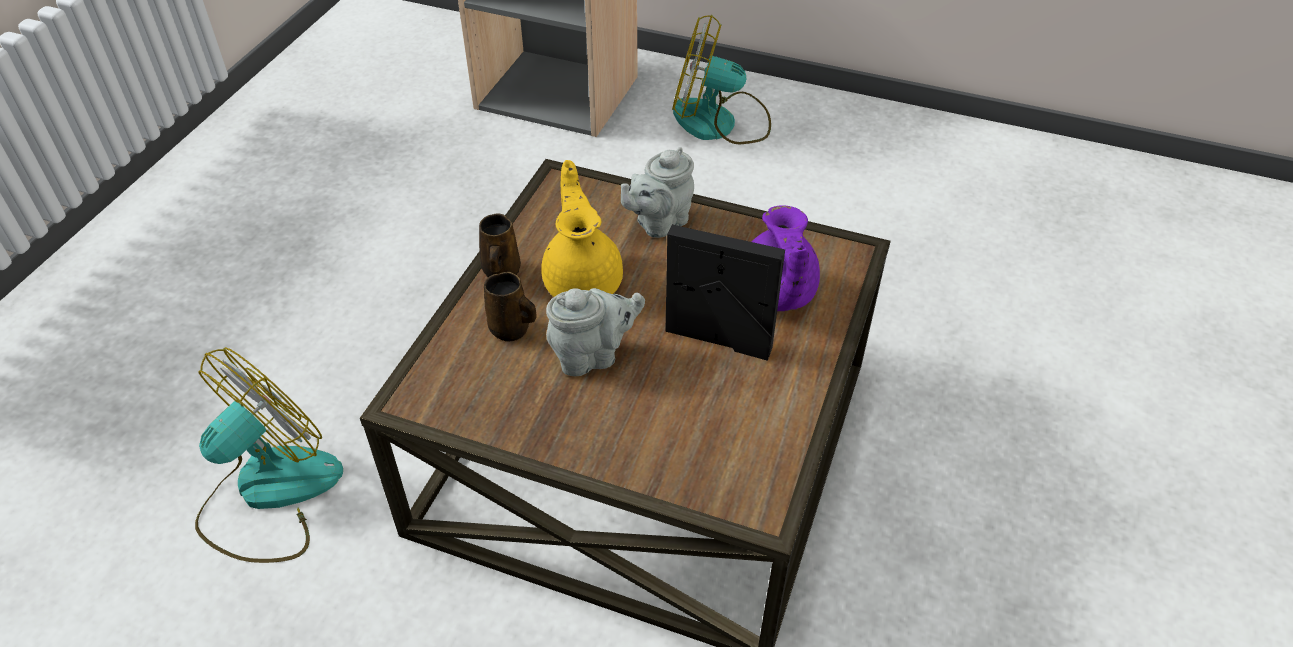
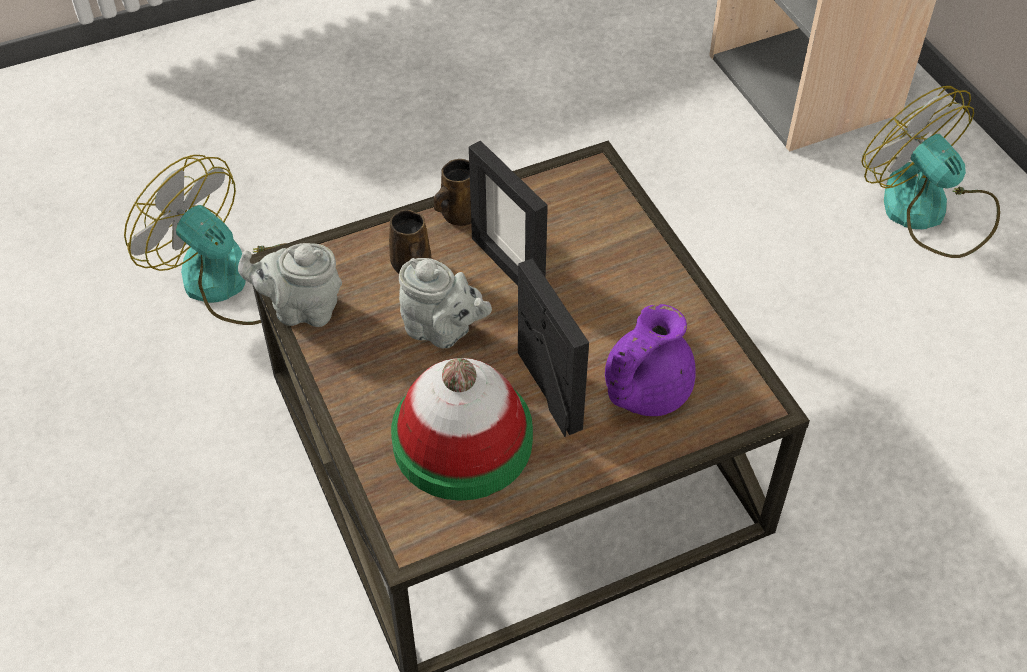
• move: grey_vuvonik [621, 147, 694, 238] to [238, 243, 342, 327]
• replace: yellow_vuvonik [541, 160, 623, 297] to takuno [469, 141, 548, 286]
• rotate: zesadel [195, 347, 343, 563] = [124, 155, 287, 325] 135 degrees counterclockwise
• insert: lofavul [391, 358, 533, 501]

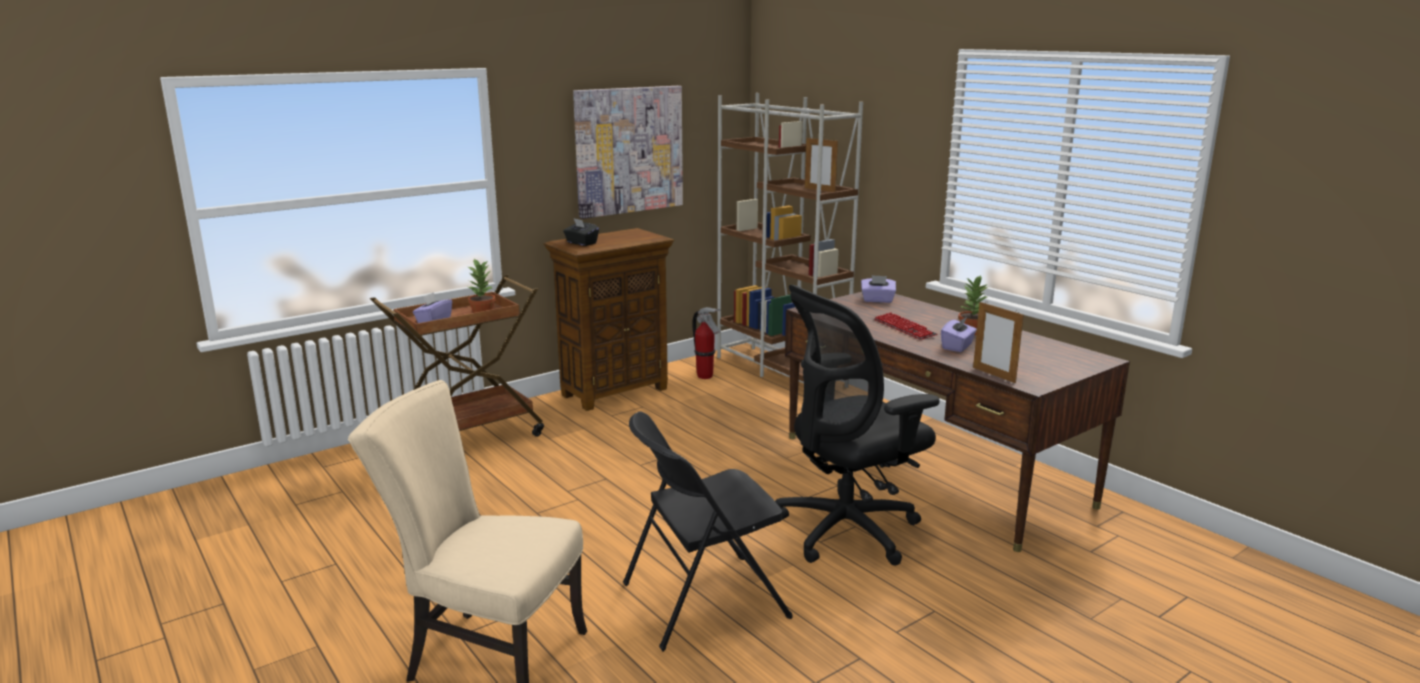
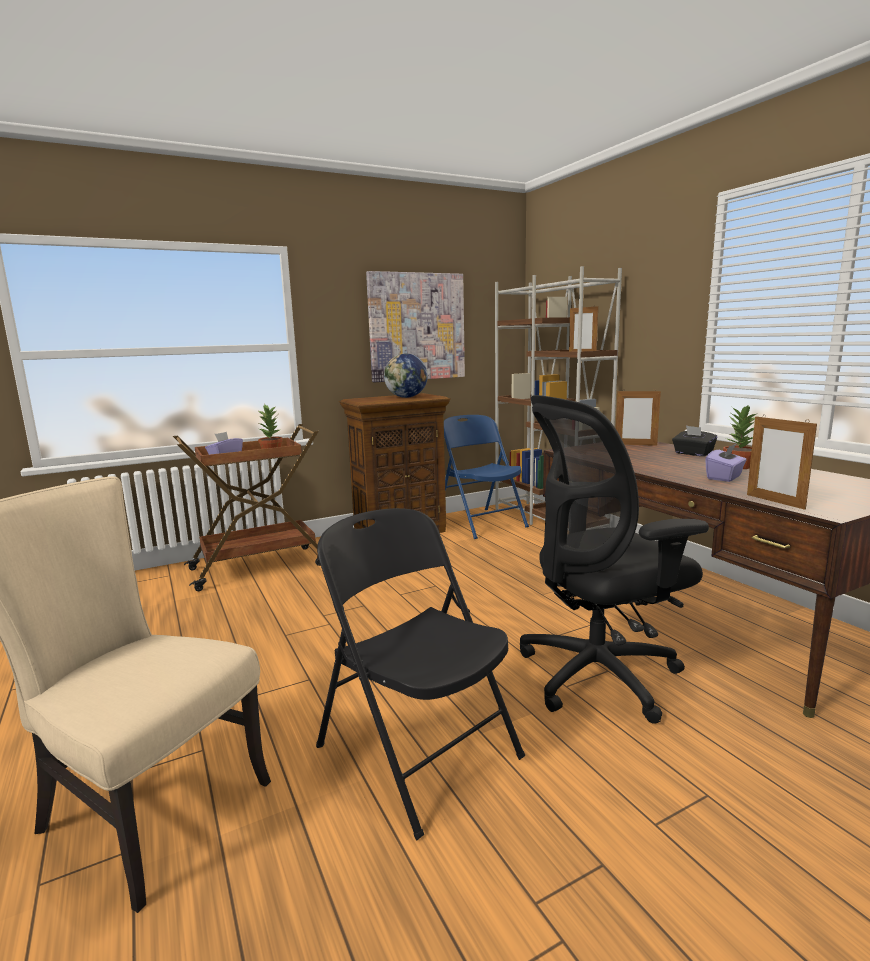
• move: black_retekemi [563, 218, 599, 246] to [672, 426, 717, 456]
• replace: purple_retekemi [861, 275, 896, 303] to takuno [616, 389, 661, 446]
• replace: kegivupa [692, 307, 721, 379] to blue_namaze [444, 415, 529, 539]
• delete: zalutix [874, 312, 937, 340]
• rotate: black_namaze [623, 412, 793, 652] = [316, 508, 525, 841] 60 degrees clockwise
• insert: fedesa [384, 353, 428, 398]

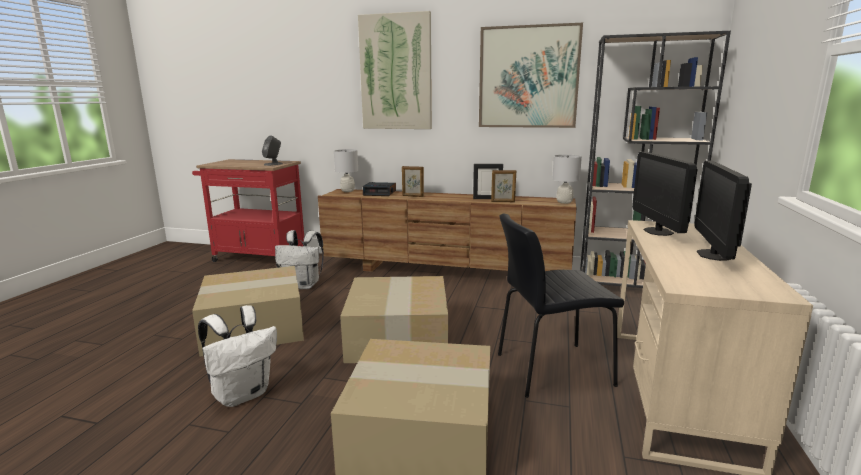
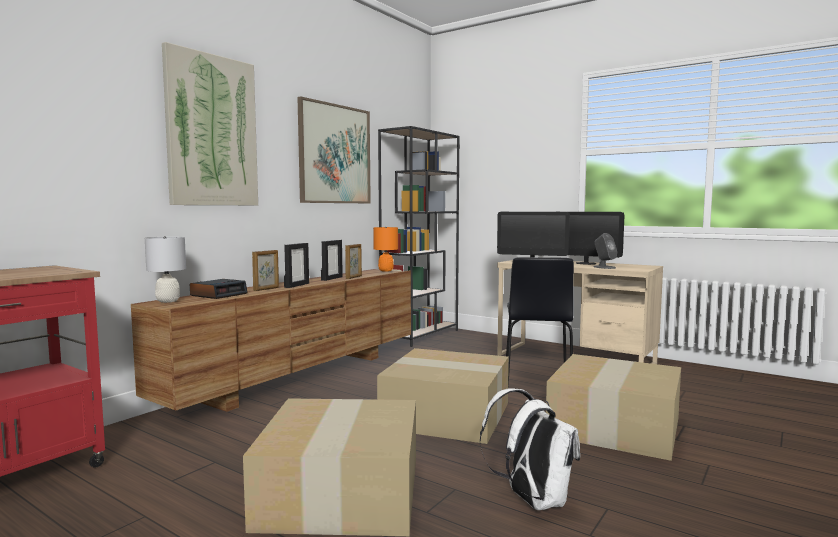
• move: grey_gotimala [262, 135, 283, 166] to [593, 233, 617, 269]
• recolor: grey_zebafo [552, 155, 582, 204] to orange_zebafo [373, 227, 398, 272]
• delete: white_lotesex [275, 230, 324, 289]
• insert: takuno [284, 243, 309, 288]

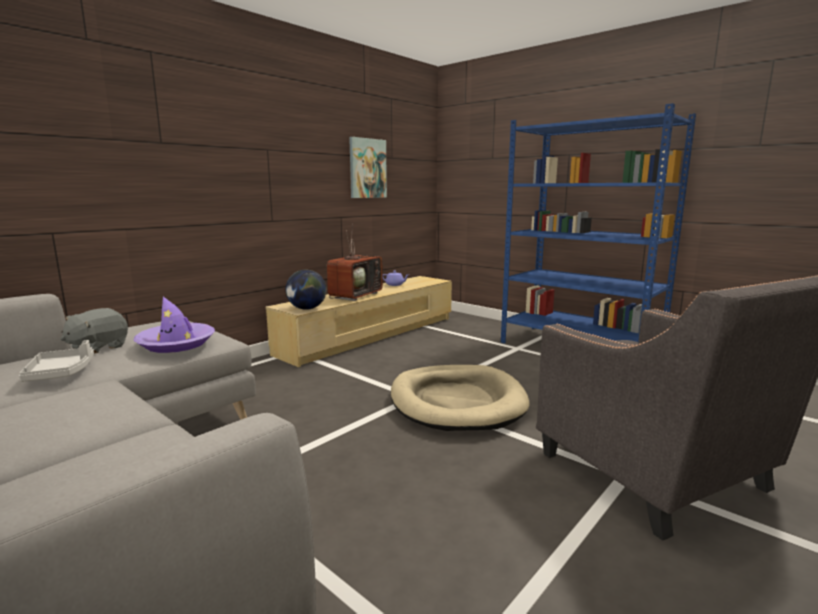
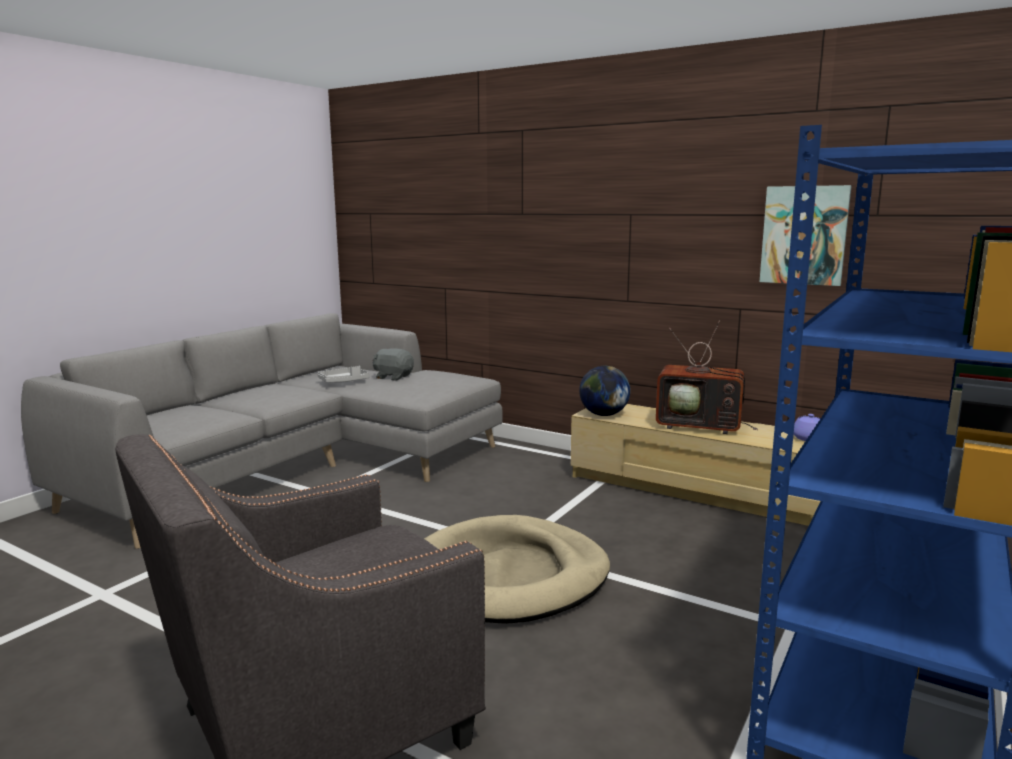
• delete: purple_lofavul [133, 297, 215, 353]

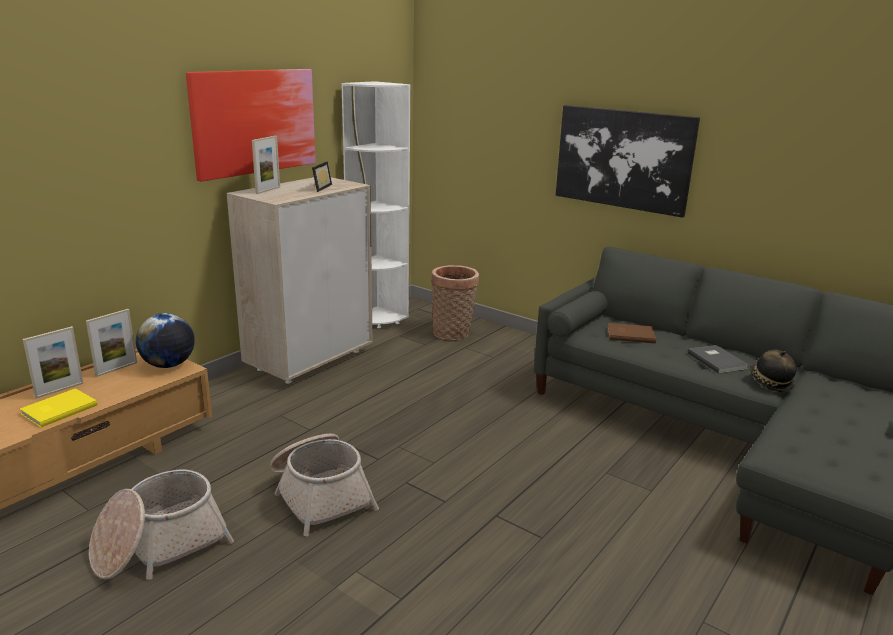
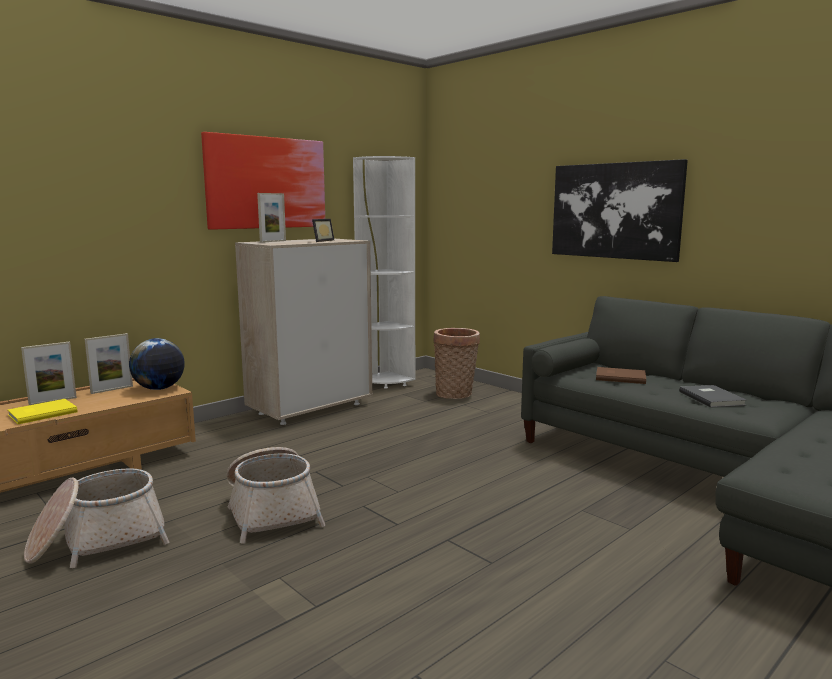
• delete: lofavul [750, 350, 797, 392]

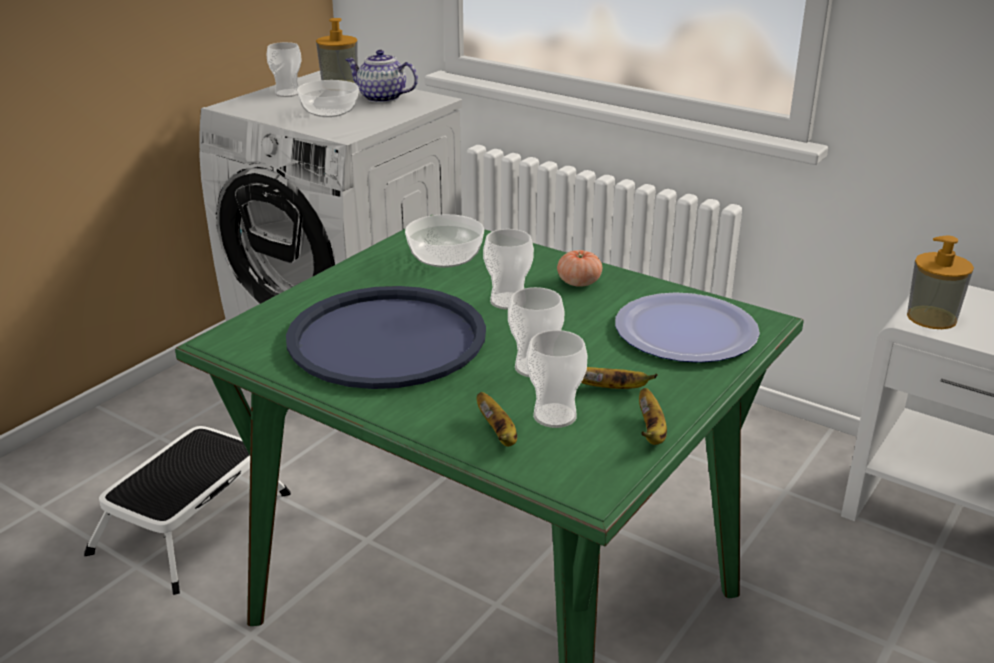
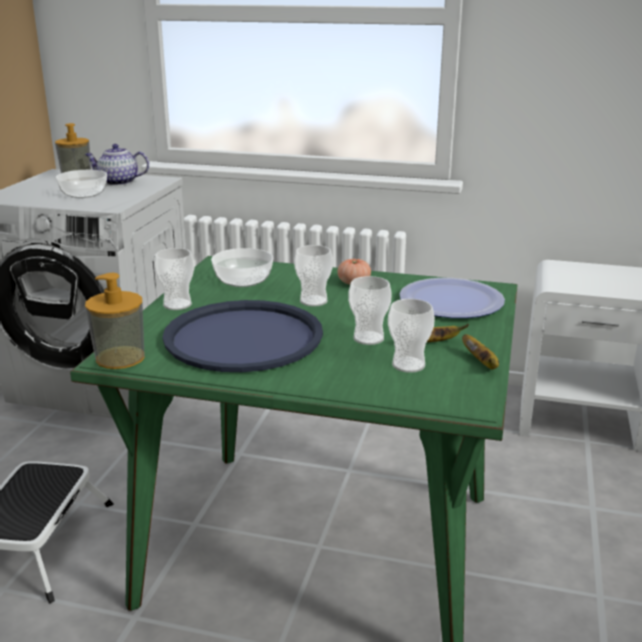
• move: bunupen [266, 42, 302, 97] to [154, 248, 194, 310]
• move: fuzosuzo [907, 236, 974, 329] to [85, 273, 145, 369]
• delete: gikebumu [477, 392, 517, 447]

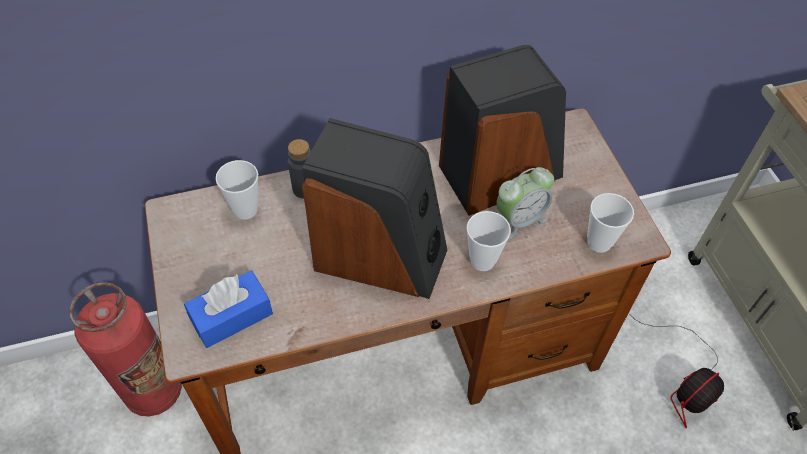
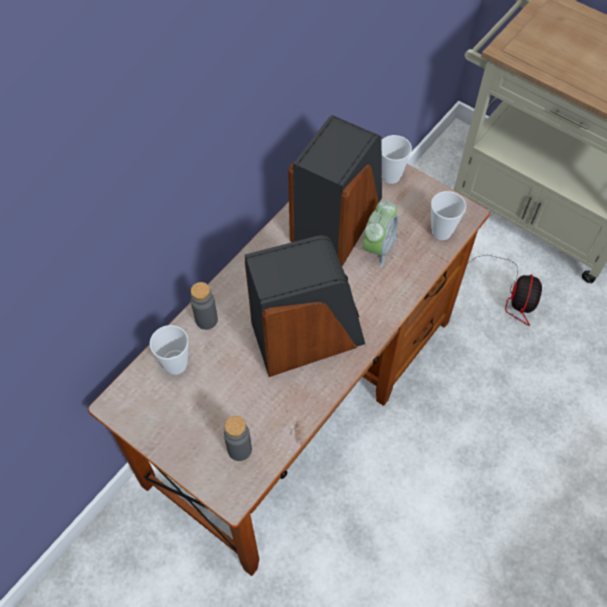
• move: bunupen [467, 211, 511, 271] to [382, 135, 412, 184]
• replace: blue_retekemi [184, 271, 273, 348] to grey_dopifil [224, 416, 252, 461]
• delete: kegivupa [69, 282, 182, 417]

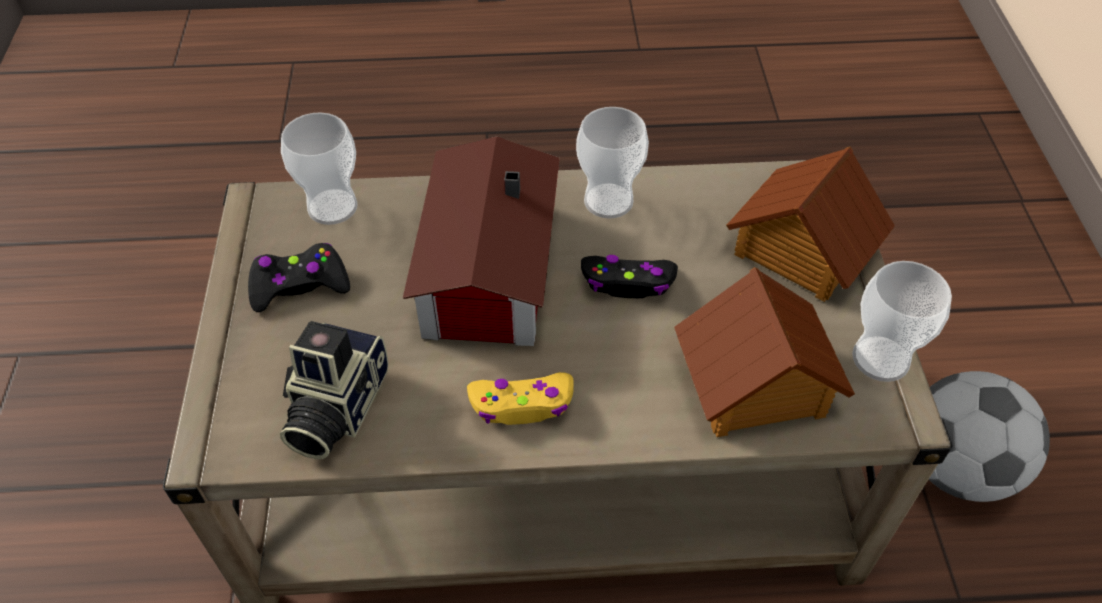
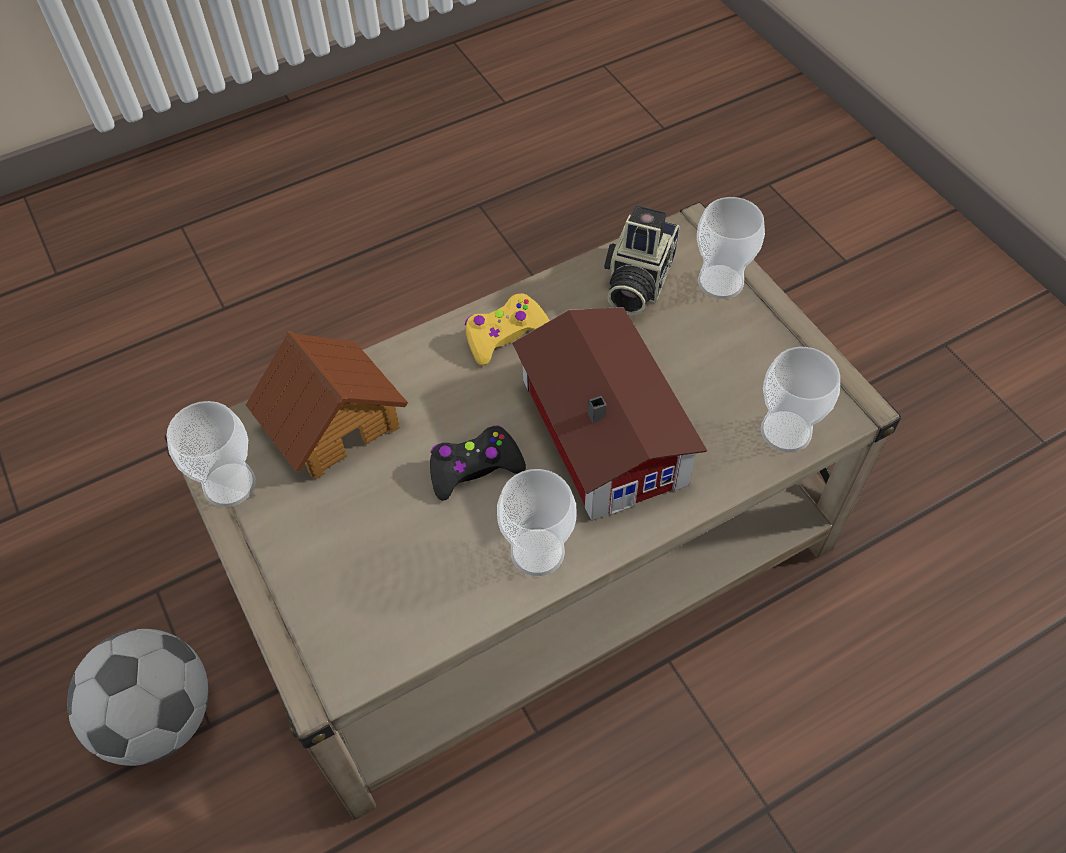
• delete: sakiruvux [726, 147, 895, 302]
• delete: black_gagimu [248, 243, 350, 312]
• rotate: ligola [280, 321, 389, 459] = [604, 205, 679, 315] 150 degrees counterclockwise
• insert: bunupen [697, 197, 765, 299]

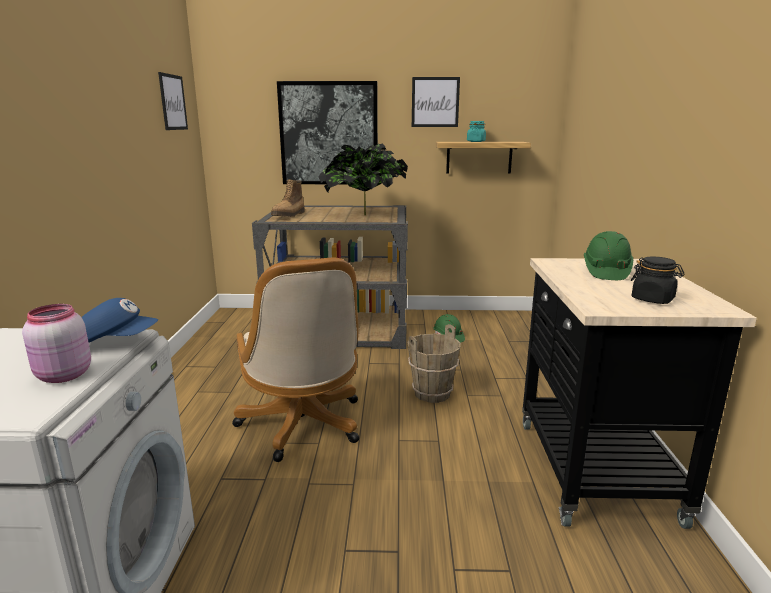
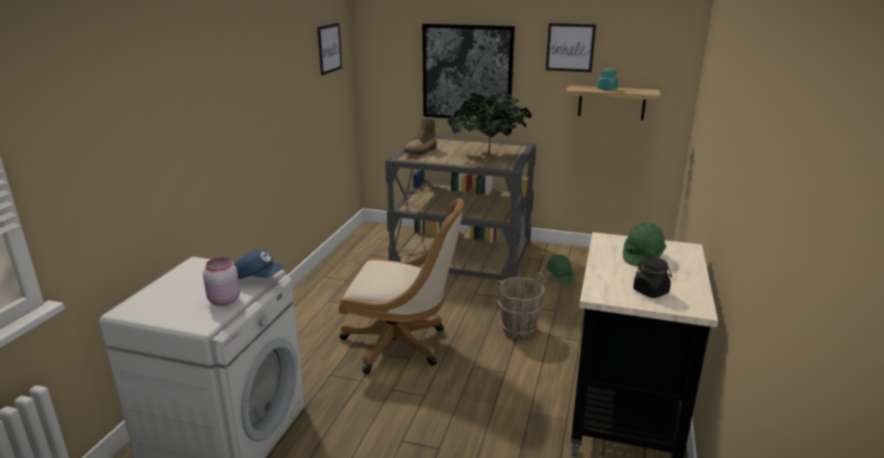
• rotate: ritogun [232, 258, 359, 462] = [339, 198, 464, 374] 75 degrees counterclockwise

